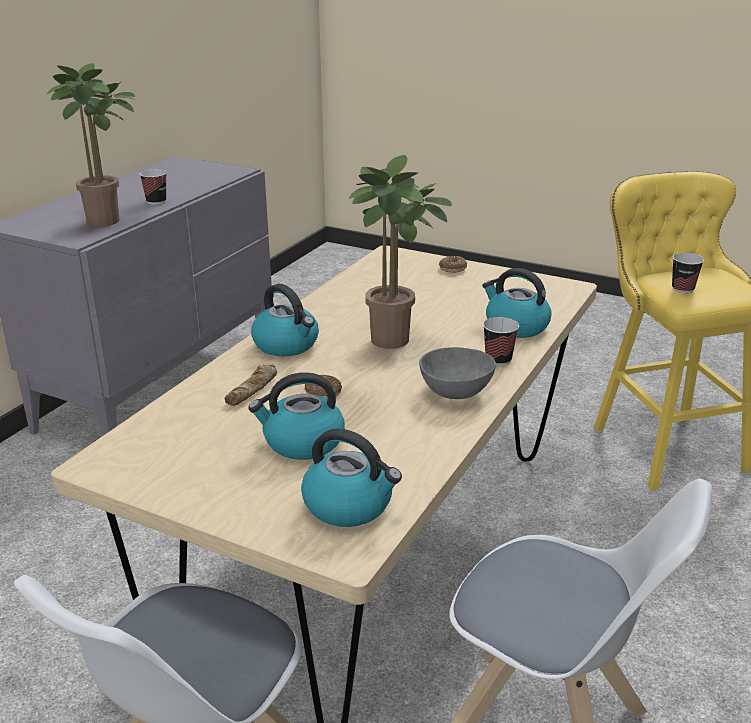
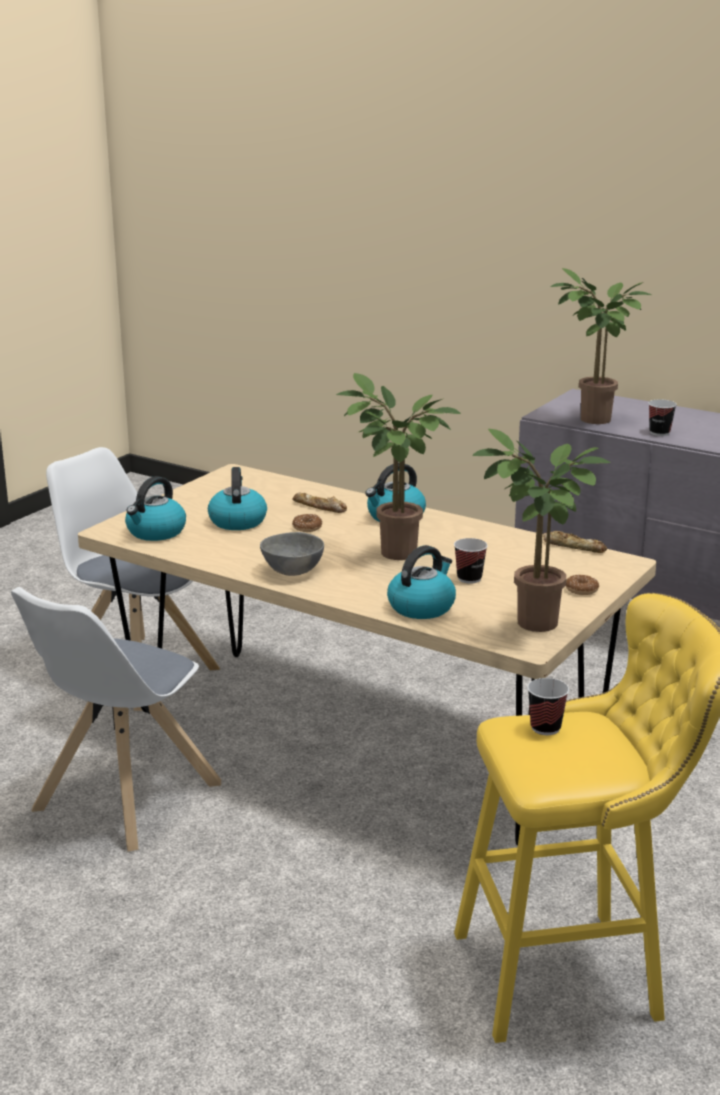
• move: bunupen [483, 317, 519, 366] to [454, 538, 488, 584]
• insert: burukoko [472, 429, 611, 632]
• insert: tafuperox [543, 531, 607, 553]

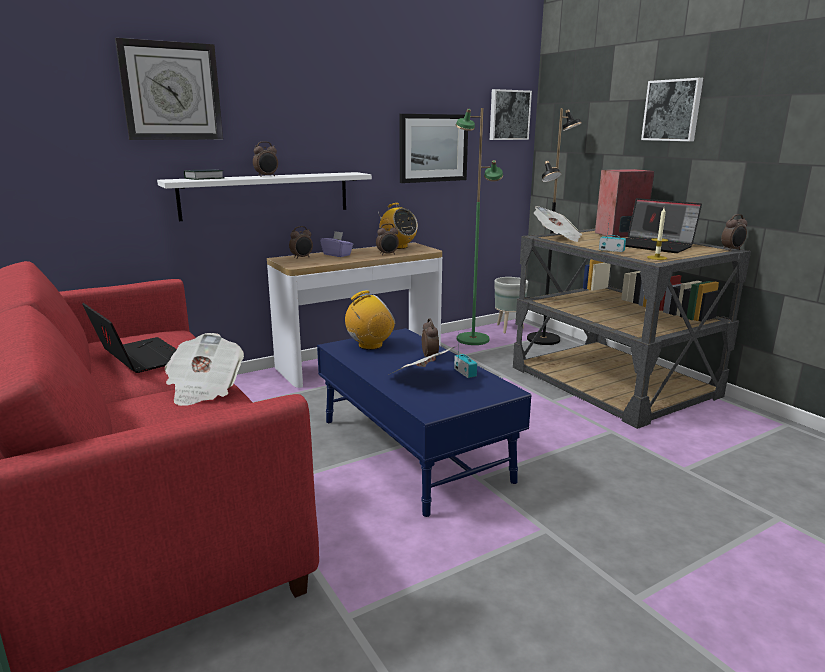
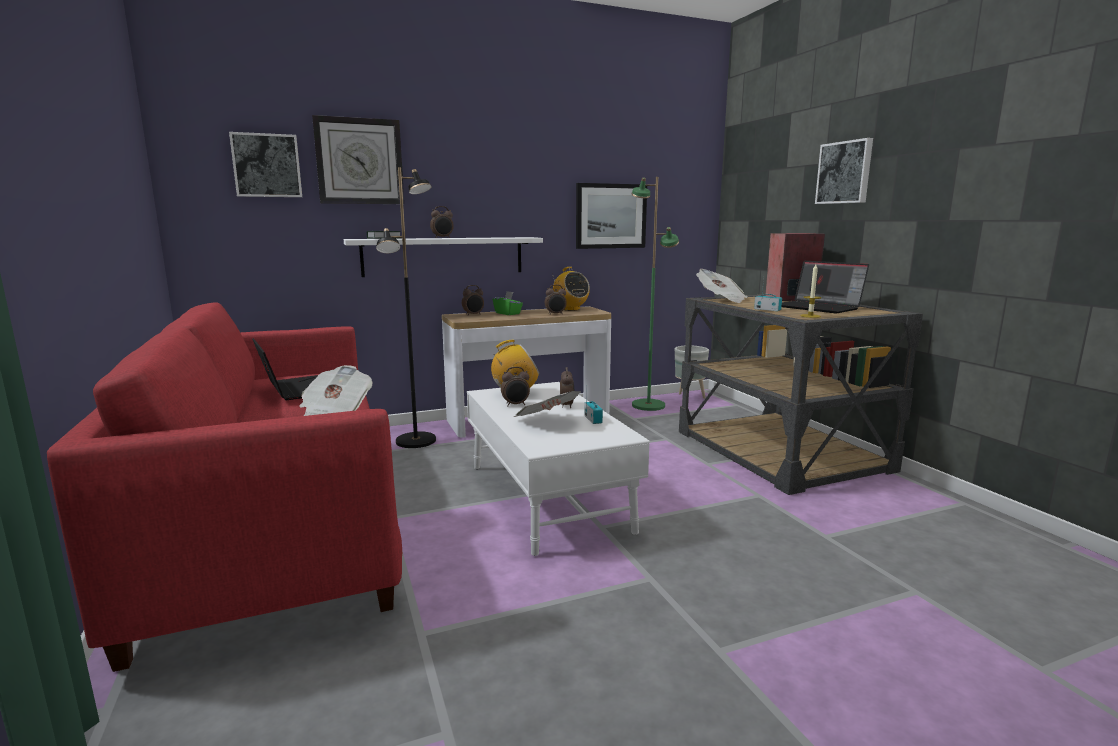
• move: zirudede [490, 89, 532, 140] to [229, 132, 302, 197]
• move: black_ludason [527, 108, 582, 345] to [376, 167, 436, 448]
• move: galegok [721, 214, 747, 251] to [501, 367, 530, 406]
• recolor: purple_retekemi [320, 231, 353, 257] to green_retekemi [493, 291, 523, 315]
• recolor: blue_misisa [317, 328, 532, 517] to white_misisa [467, 382, 650, 556]

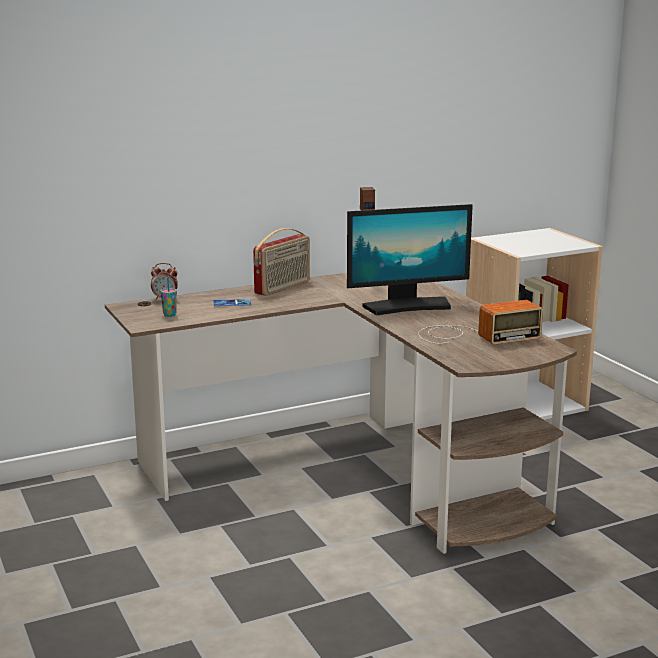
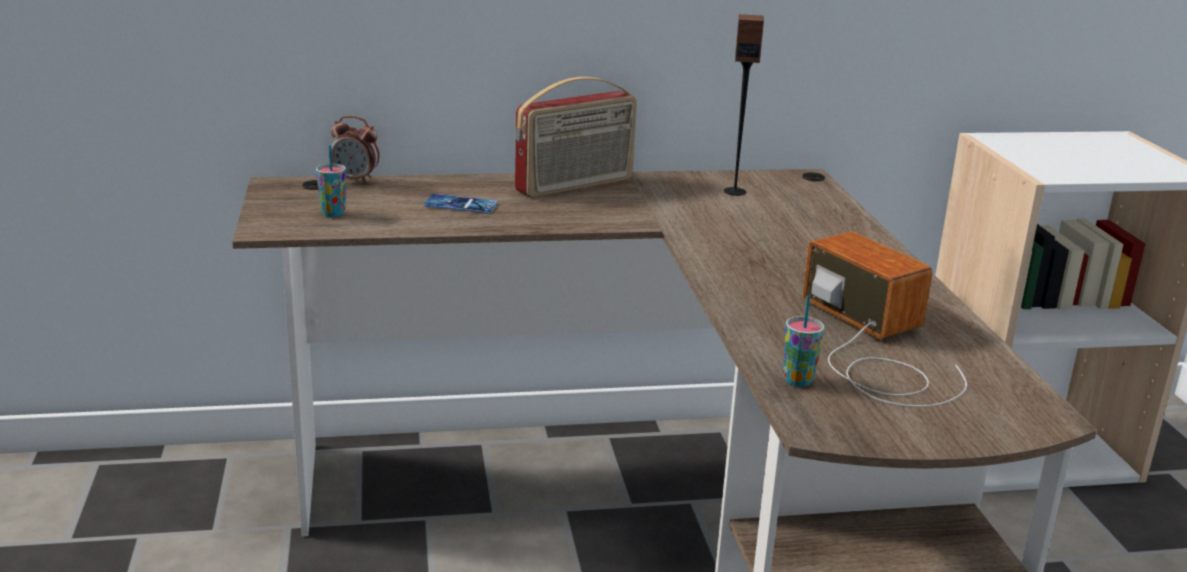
• delete: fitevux [347, 204, 473, 316]
• rotate: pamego [418, 300, 543, 345] = [803, 231, 967, 407] 120 degrees counterclockwise
• insert: bunupen [783, 295, 825, 387]

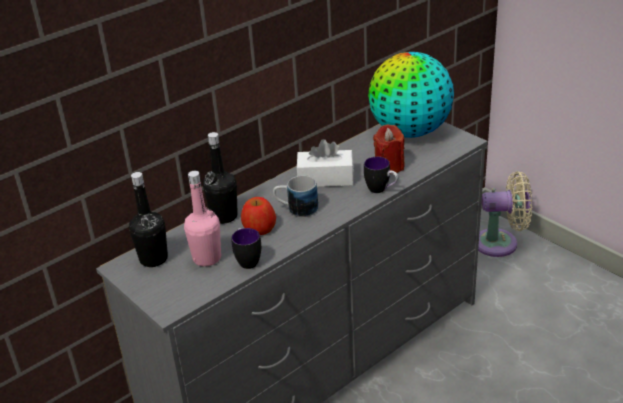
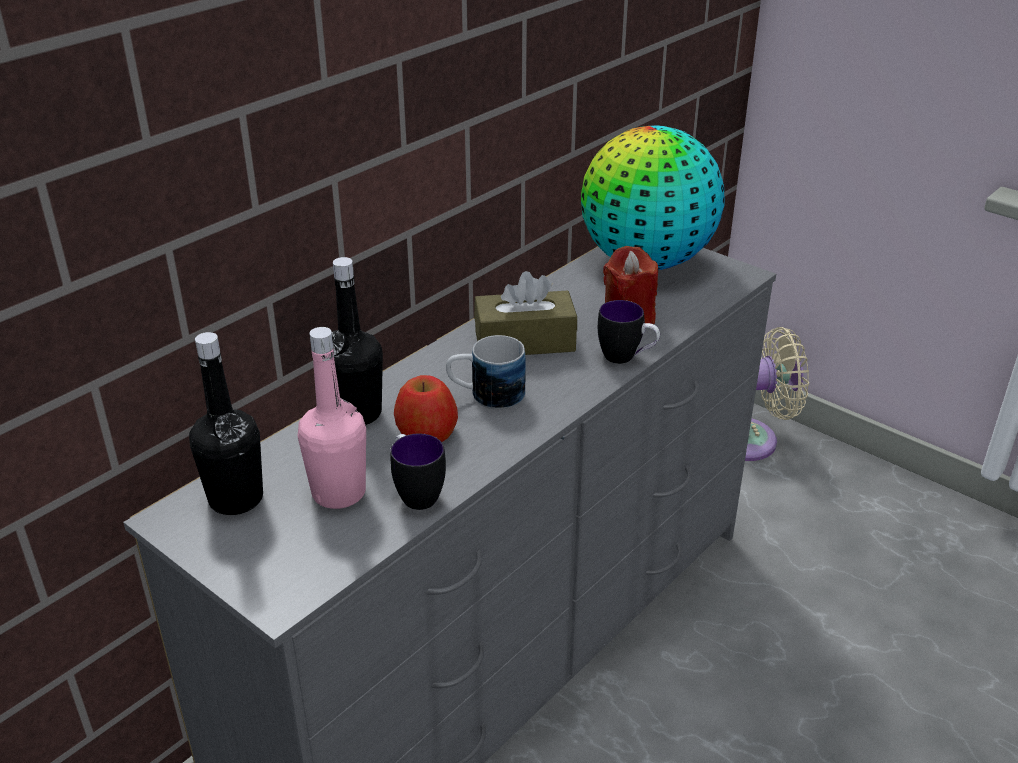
• recolor: white_retekemi [297, 139, 354, 187] to brown_retekemi [474, 271, 577, 355]

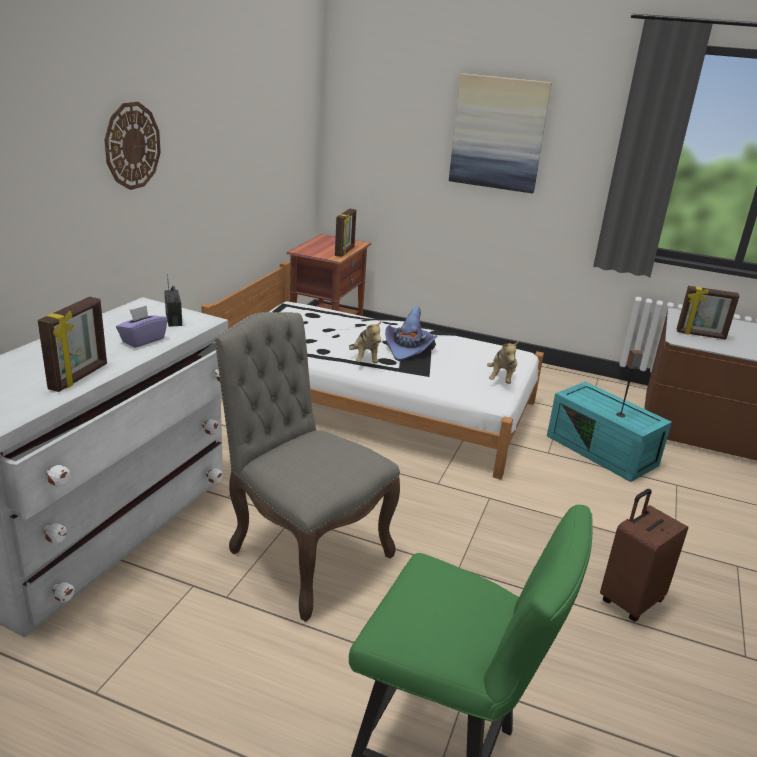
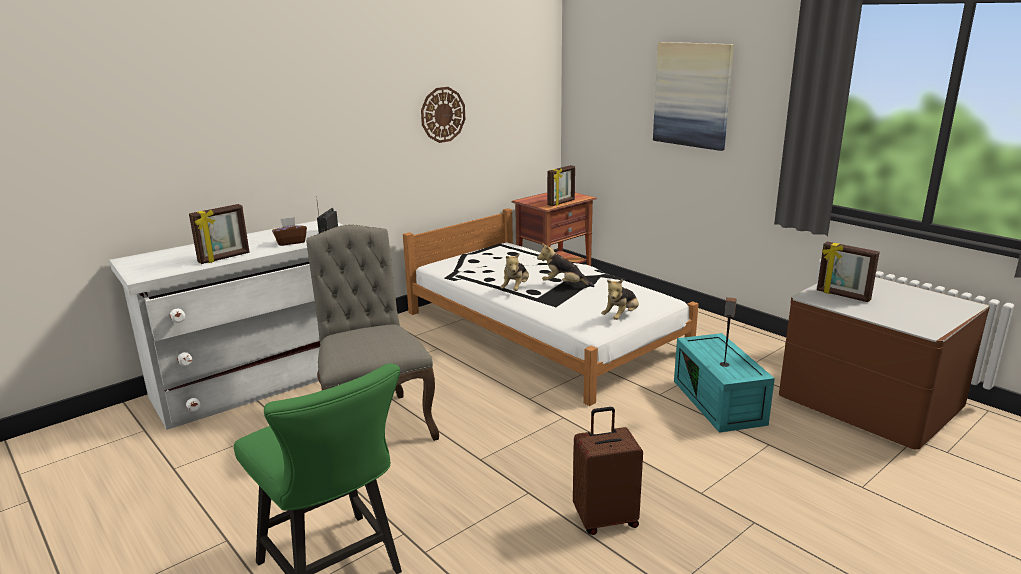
• move: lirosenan [104, 102, 161, 190] to [421, 87, 465, 143]
• recolor: purple_retekemi [116, 306, 168, 348] to brown_retekemi [272, 217, 307, 246]
• replace: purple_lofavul [385, 306, 437, 361] to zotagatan [537, 243, 594, 287]

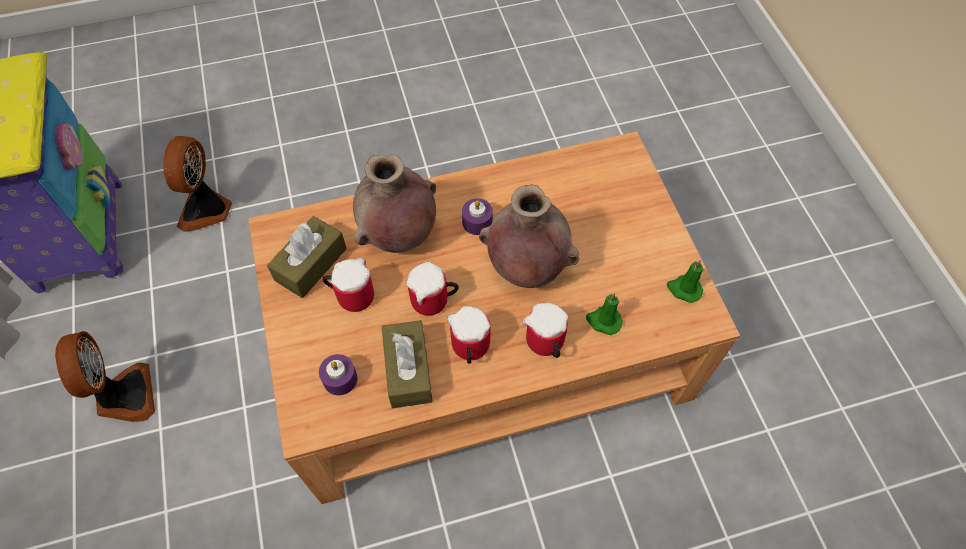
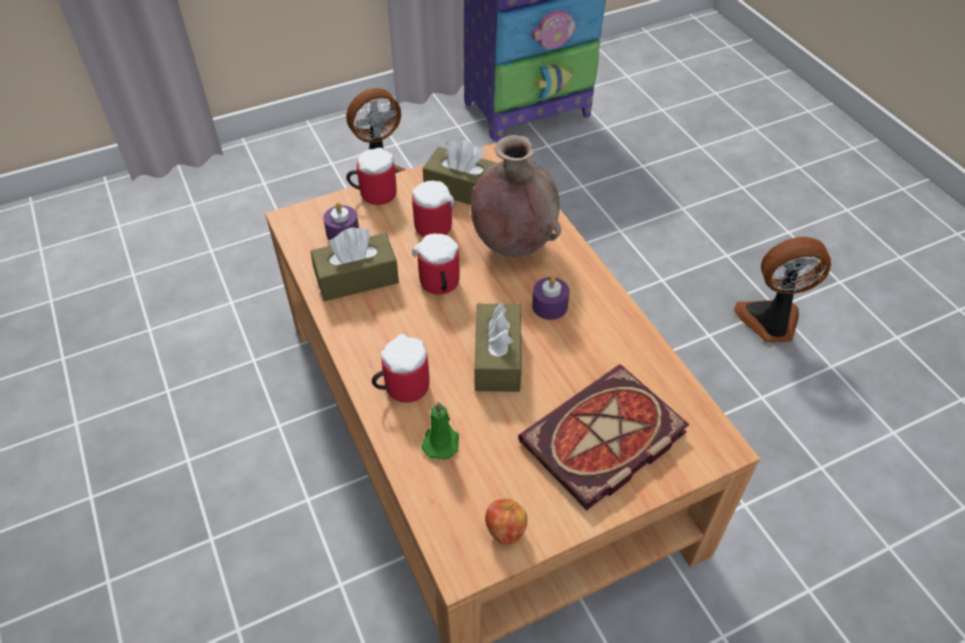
• move: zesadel [163, 136, 232, 232] to [734, 237, 831, 343]
• replace: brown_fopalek [479, 185, 580, 288] to brown_retekemi [474, 303, 522, 392]
• replace: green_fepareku [667, 260, 704, 303] to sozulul [485, 499, 527, 544]
• move: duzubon [447, 306, 490, 364] to [346, 148, 397, 205]
• insert: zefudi [518, 364, 690, 510]

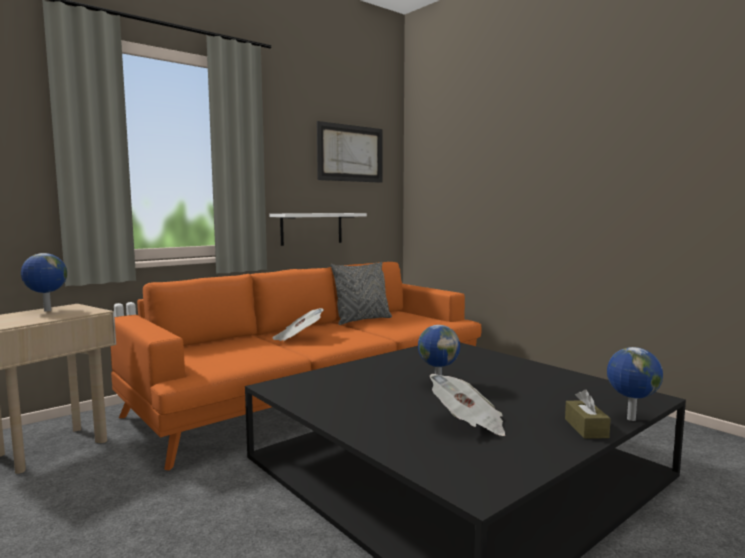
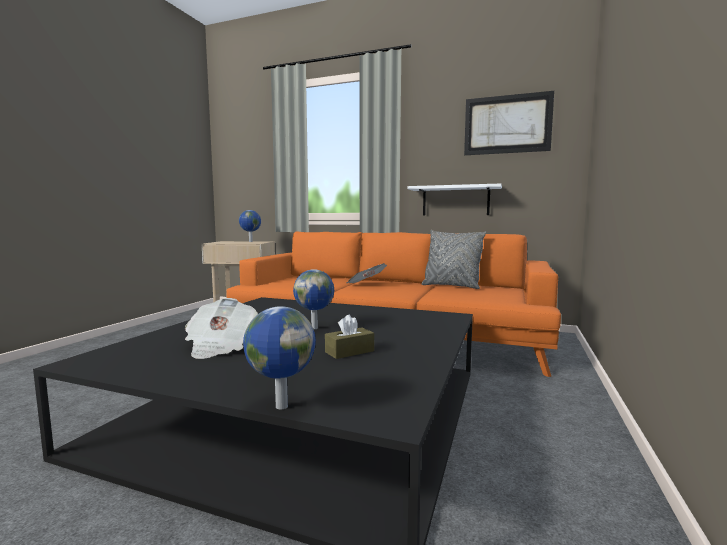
• move: brown_retekemi [565, 390, 611, 439] to [325, 314, 374, 359]

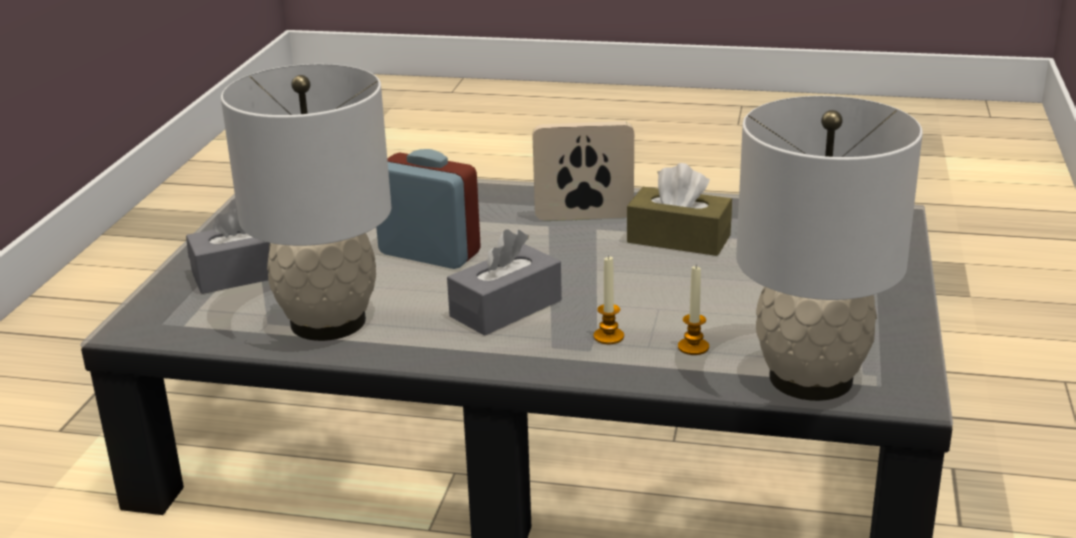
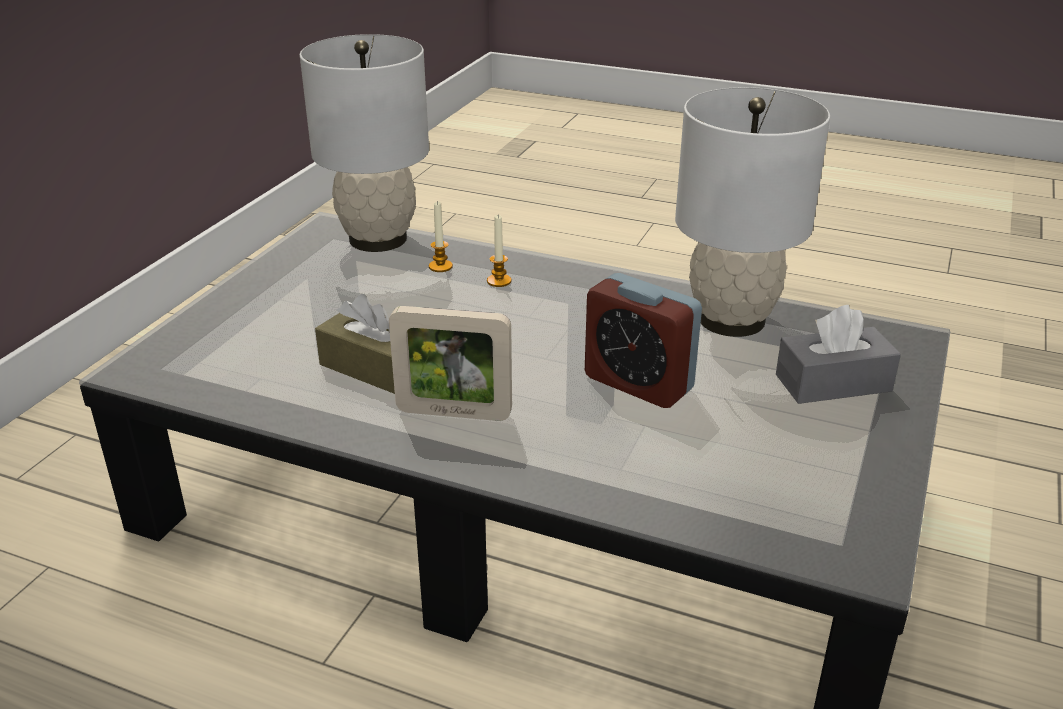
• delete: grey_retekemi [447, 229, 562, 336]

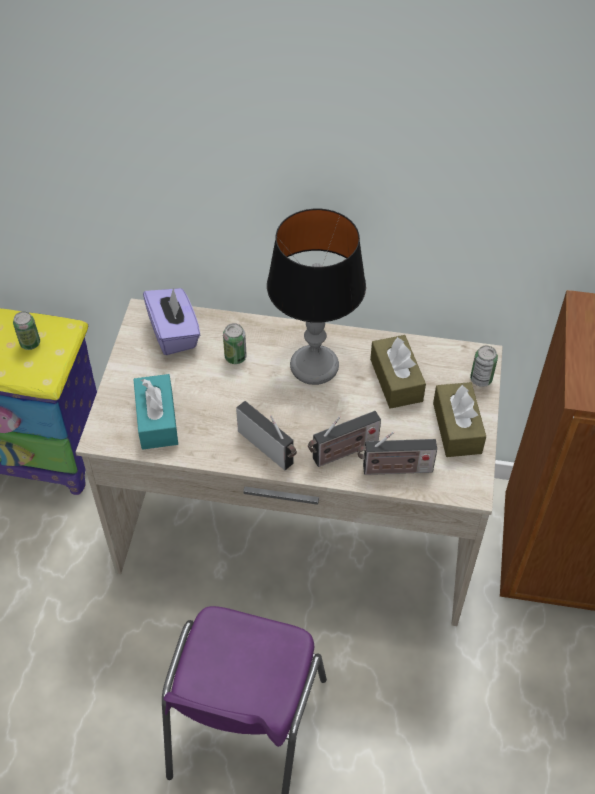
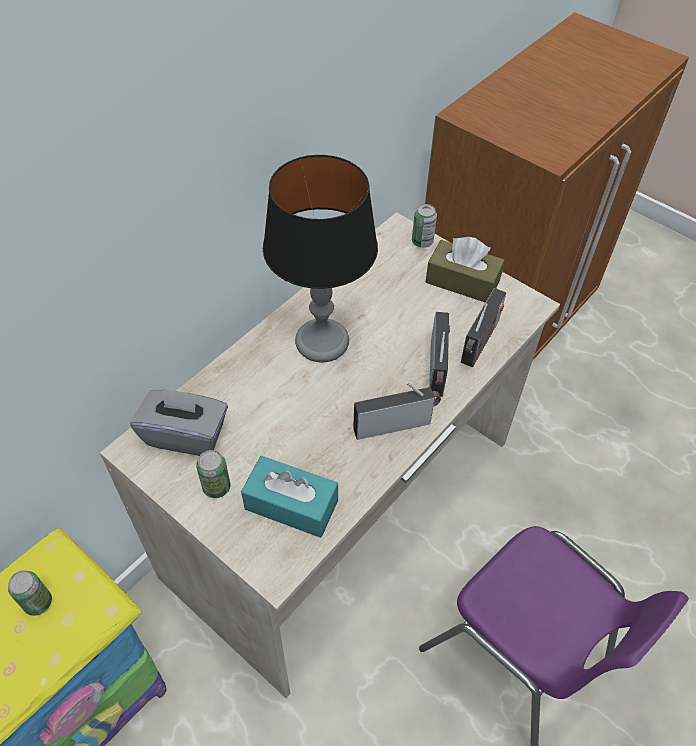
• recolor: purple_retekemi [143, 287, 200, 355] to grey_retekemi [130, 387, 228, 456]
• move: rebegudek [223, 323, 247, 364] to [196, 450, 231, 498]
• delete: brown_retekemi [370, 335, 426, 409]

